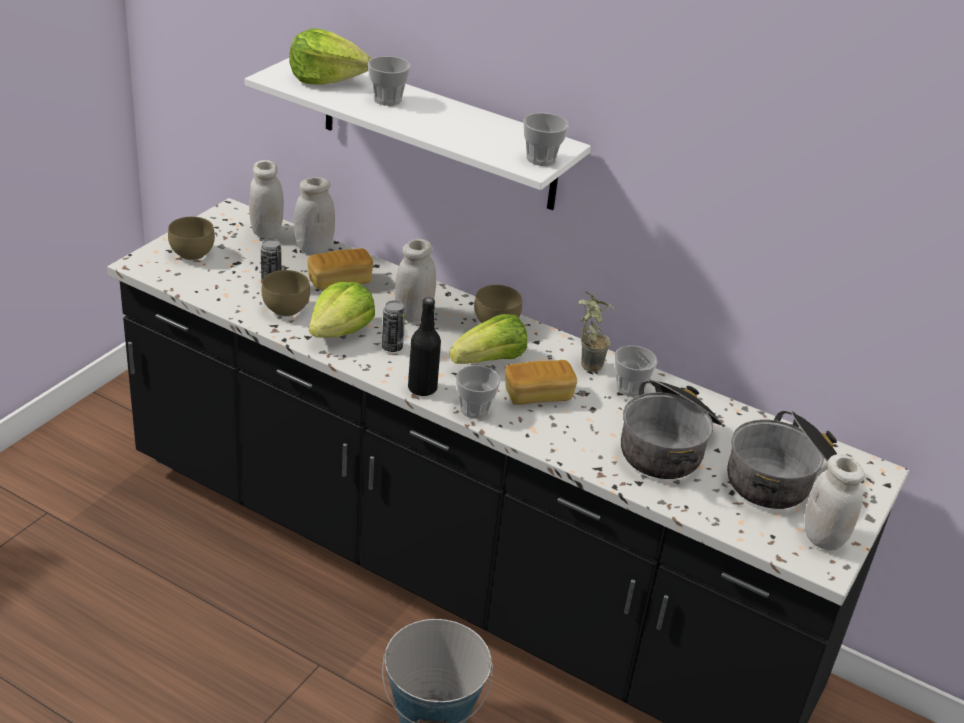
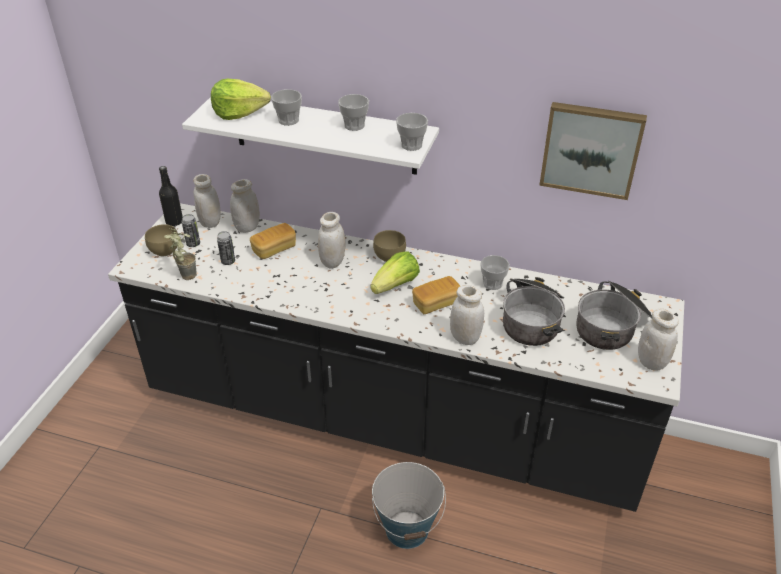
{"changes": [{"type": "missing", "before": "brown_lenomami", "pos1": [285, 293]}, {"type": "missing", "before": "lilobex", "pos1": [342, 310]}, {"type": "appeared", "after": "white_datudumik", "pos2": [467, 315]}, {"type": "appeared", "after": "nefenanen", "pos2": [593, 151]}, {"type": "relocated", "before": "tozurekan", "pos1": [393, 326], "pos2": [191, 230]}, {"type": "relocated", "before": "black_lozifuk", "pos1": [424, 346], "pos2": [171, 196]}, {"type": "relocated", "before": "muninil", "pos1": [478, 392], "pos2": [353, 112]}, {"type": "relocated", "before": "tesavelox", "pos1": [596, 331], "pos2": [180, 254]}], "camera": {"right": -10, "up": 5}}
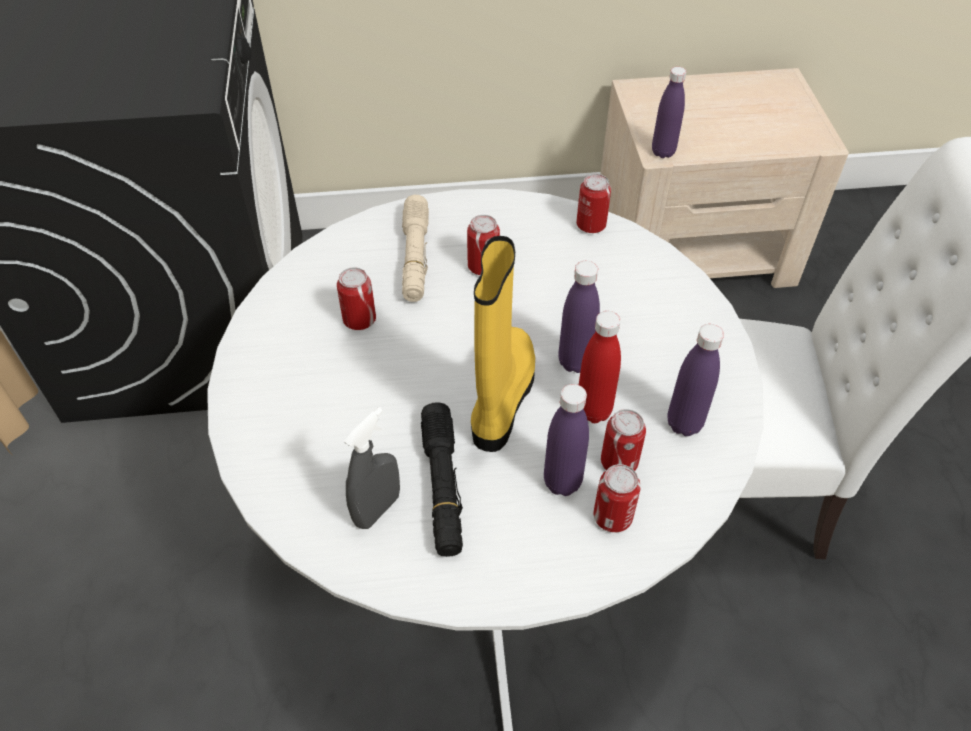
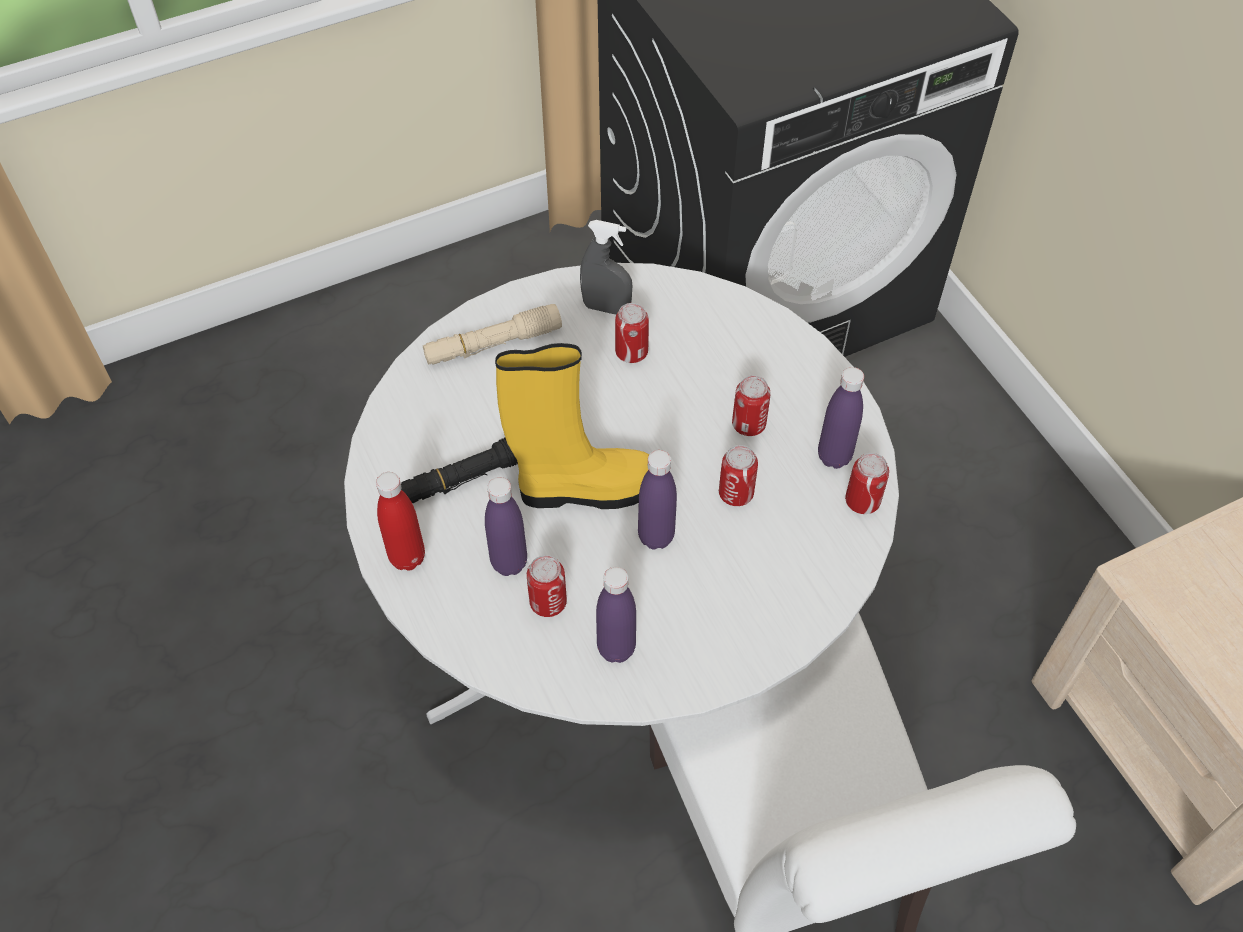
{"changes": [{"type": "relocated", "before": "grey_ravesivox", "pos1": [372, 468], "pos2": [606, 267]}, {"type": "relocated", "before": "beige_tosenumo", "pos1": [415, 248], "pos2": [492, 334]}, {"type": "relocated", "before": "red_lozifuk", "pos1": [600, 367], "pos2": [400, 521]}, {"type": "relocated", "before": "tozurekan", "pos1": [617, 498], "pos2": [738, 475]}, {"type": "relocated", "before": "purple_lozifuk", "pos1": [669, 112], "pos2": [841, 418]}], "camera": {"right": 70, "up": 5}}
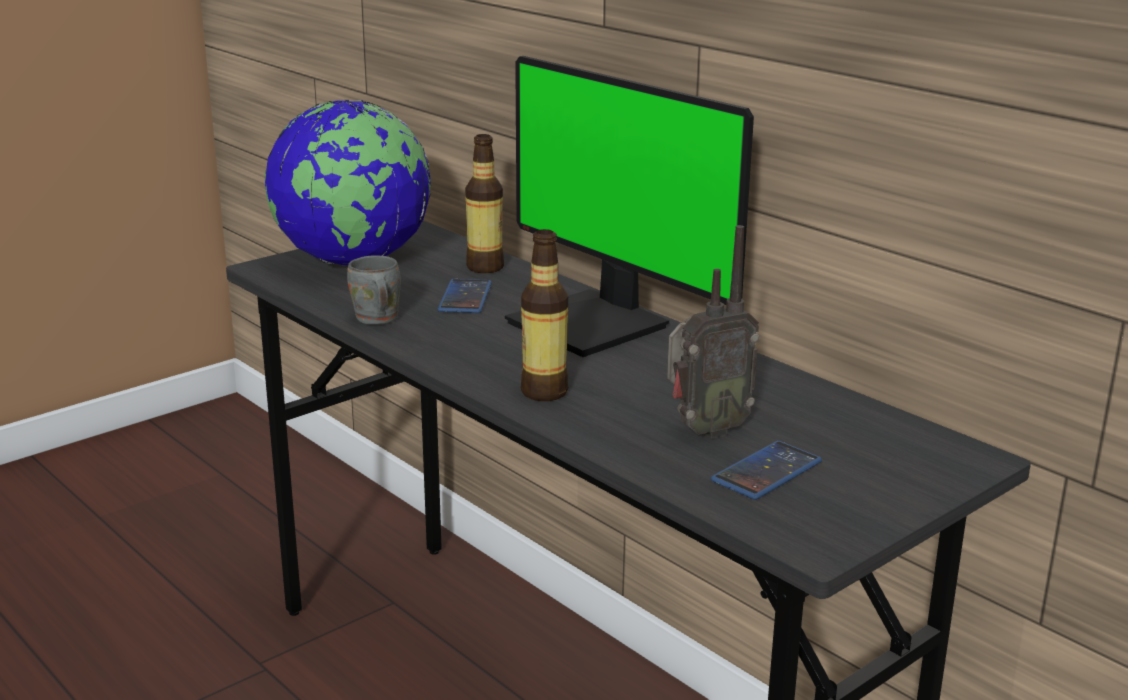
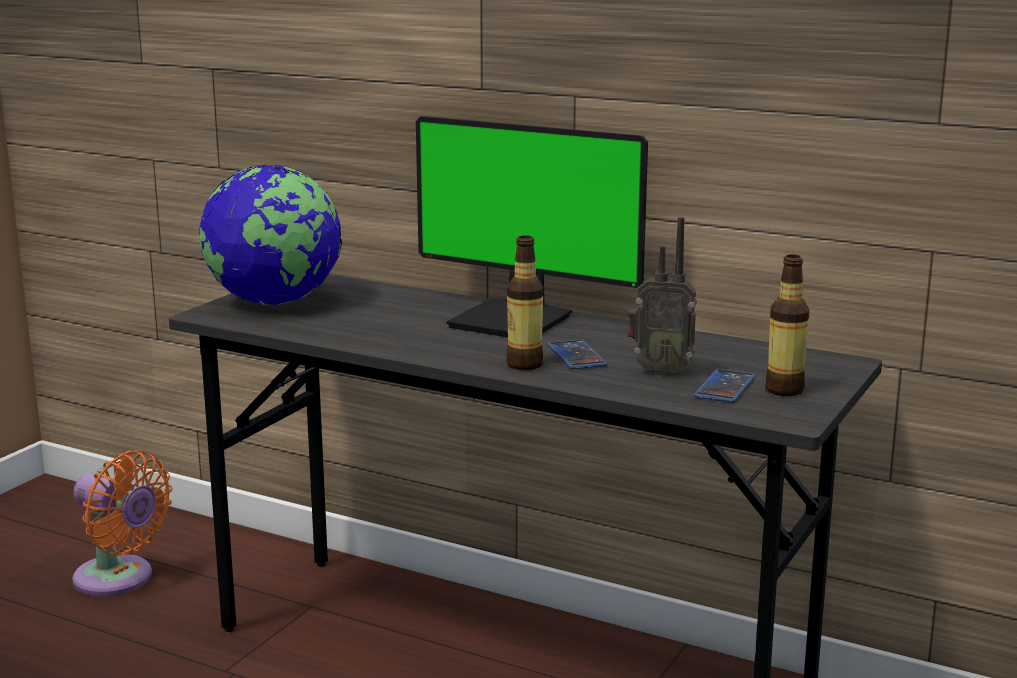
{"changes": [{"type": "missing", "before": "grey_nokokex", "pos1": [374, 290]}, {"type": "appeared", "after": "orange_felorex", "pos2": [122, 523]}, {"type": "relocated", "before": "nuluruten", "pos1": [465, 296], "pos2": [577, 354]}, {"type": "relocated", "before": "lozifuk", "pos1": [484, 203], "pos2": [787, 325]}, {"type": "spun", "before": "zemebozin", "pos1": [713, 332], "pos2": [662, 296], "turn": 60}], "camera": {"right": -20, "up": -5}}
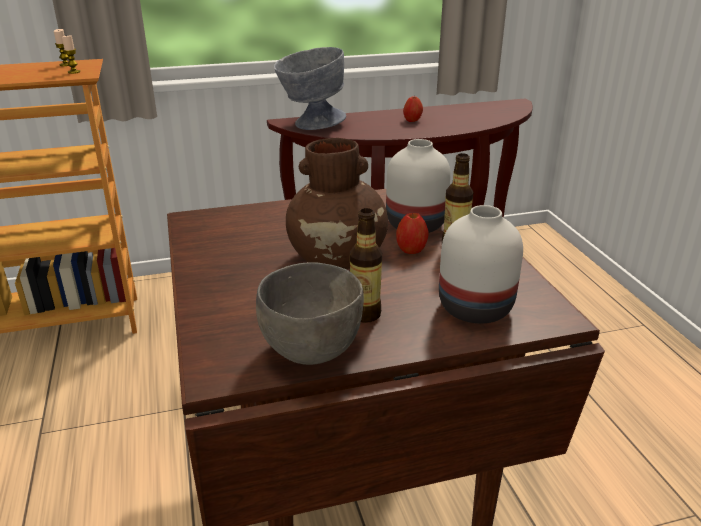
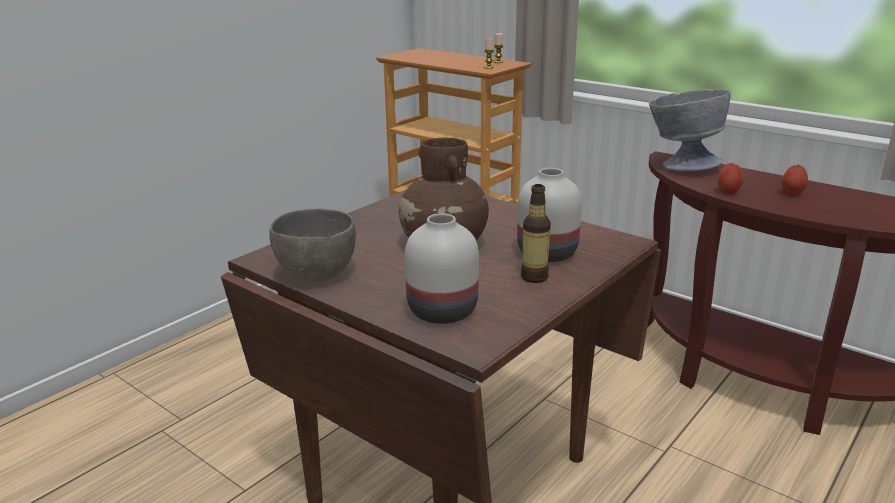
{"changes": [{"type": "missing", "before": "lozifuk", "pos1": [366, 265]}, {"type": "relocated", "before": "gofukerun", "pos1": [412, 233], "pos2": [731, 178]}], "camera": {"right": 55, "up": -5}}
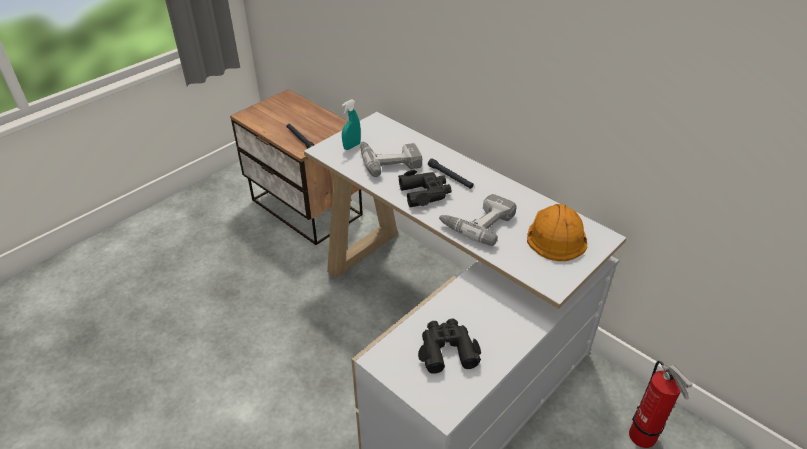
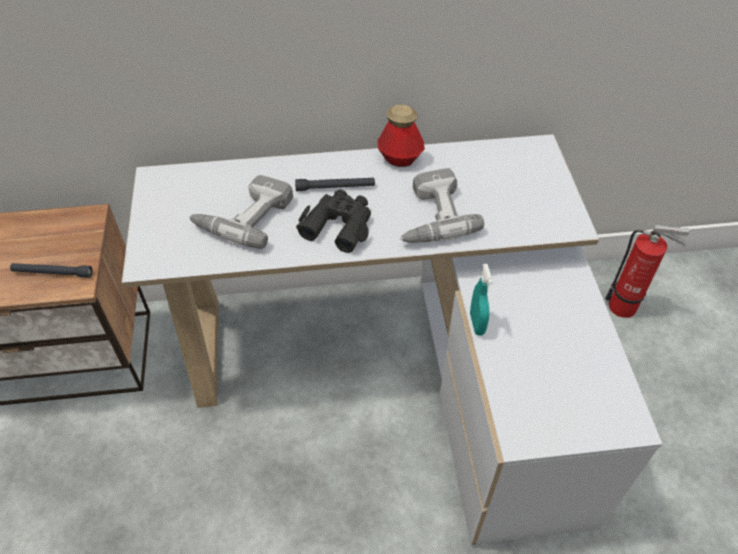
{"changes": [{"type": "missing", "before": "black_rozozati", "pos1": [449, 346]}, {"type": "missing", "before": "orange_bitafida", "pos1": [557, 232]}, {"type": "appeared", "after": "lozifuk", "pos2": [401, 136]}, {"type": "relocated", "before": "turquoise_ravesivox", "pos1": [351, 124], "pos2": [481, 300]}], "camera": {"right": -50, "up": 10}}
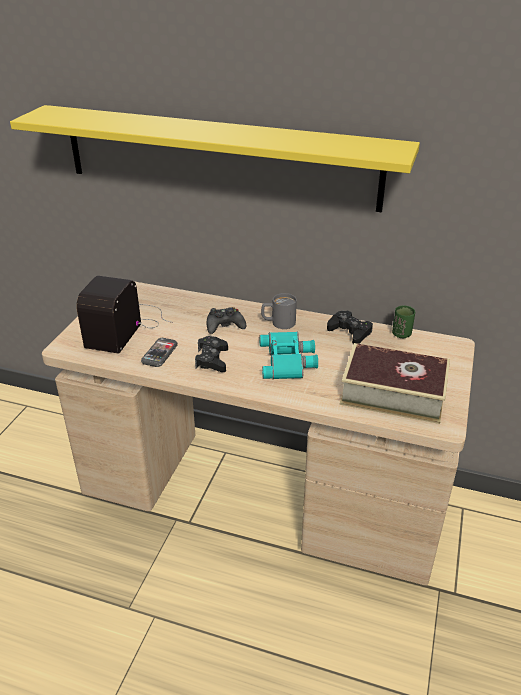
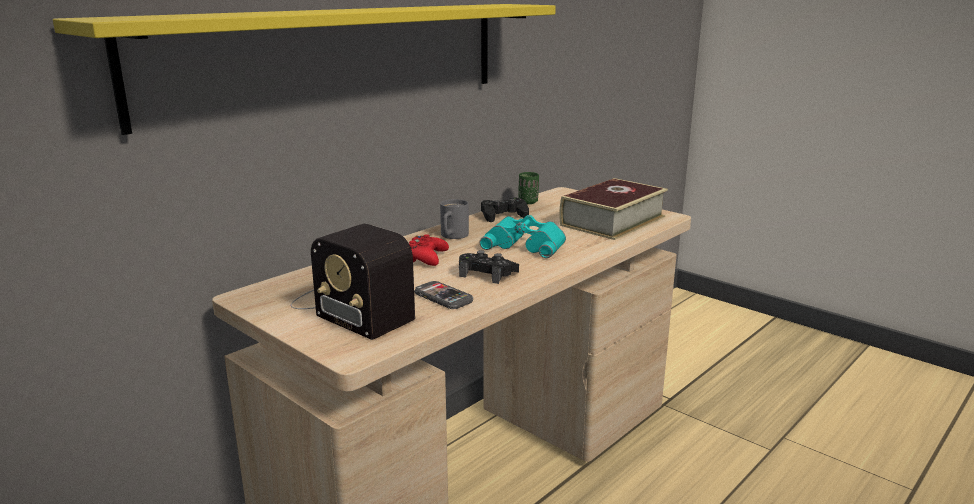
{"changes": [{"type": "colour", "before": "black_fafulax", "after": "red_fafulax", "pos1": [226, 320], "pos2": [429, 250]}], "camera": {"right": -65, "up": -15}}
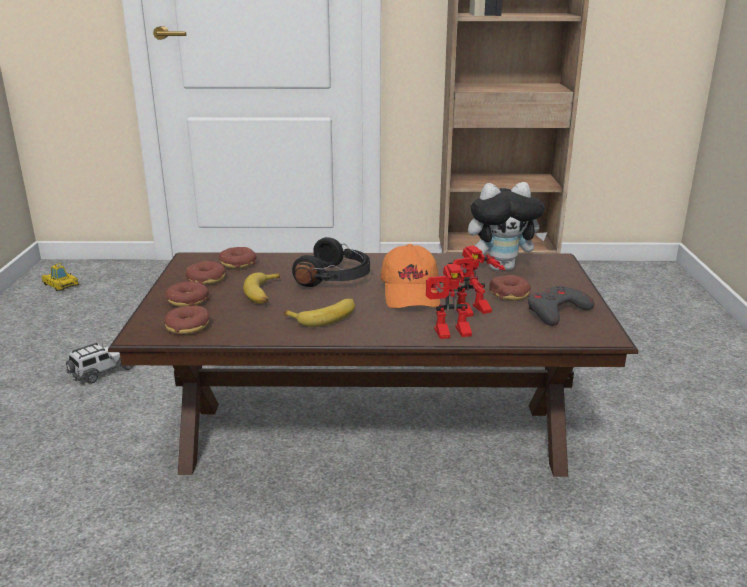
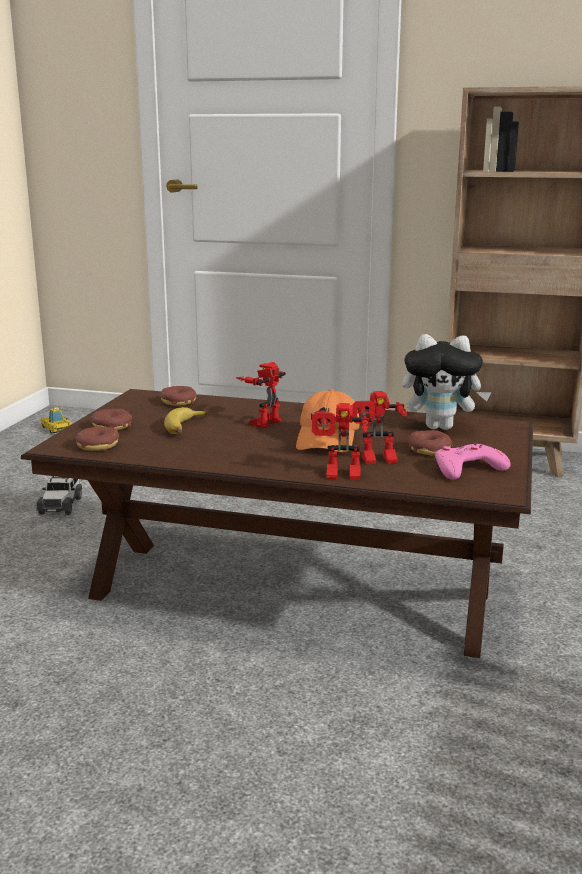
{"changes": [{"type": "missing", "before": "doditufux", "pos1": [206, 273]}, {"type": "missing", "before": "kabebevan", "pos1": [319, 312]}, {"type": "exchanged", "before": "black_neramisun", "after": "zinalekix", "pos1": [331, 262], "pos2": [261, 395]}, {"type": "colour", "before": "grey_fafulax", "after": "pink_fafulax", "pos1": [561, 306], "pos2": [473, 462]}, {"type": "spun", "before": "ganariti", "pos1": [100, 363], "pos2": [59, 495], "turn": 120}], "camera": {"right": 15, "up": -5}}
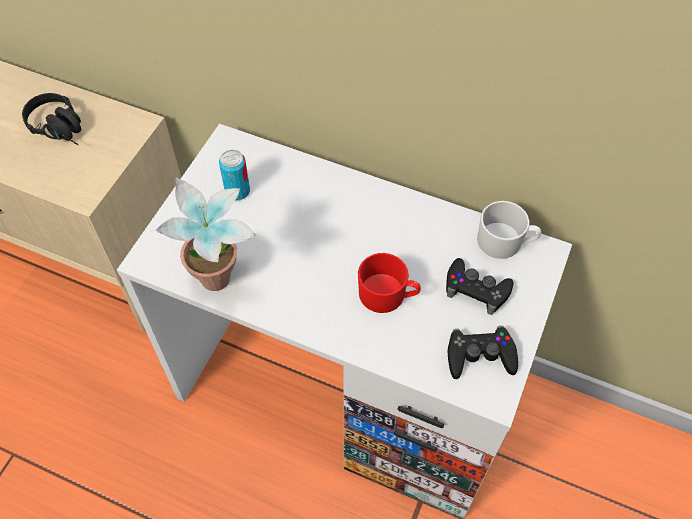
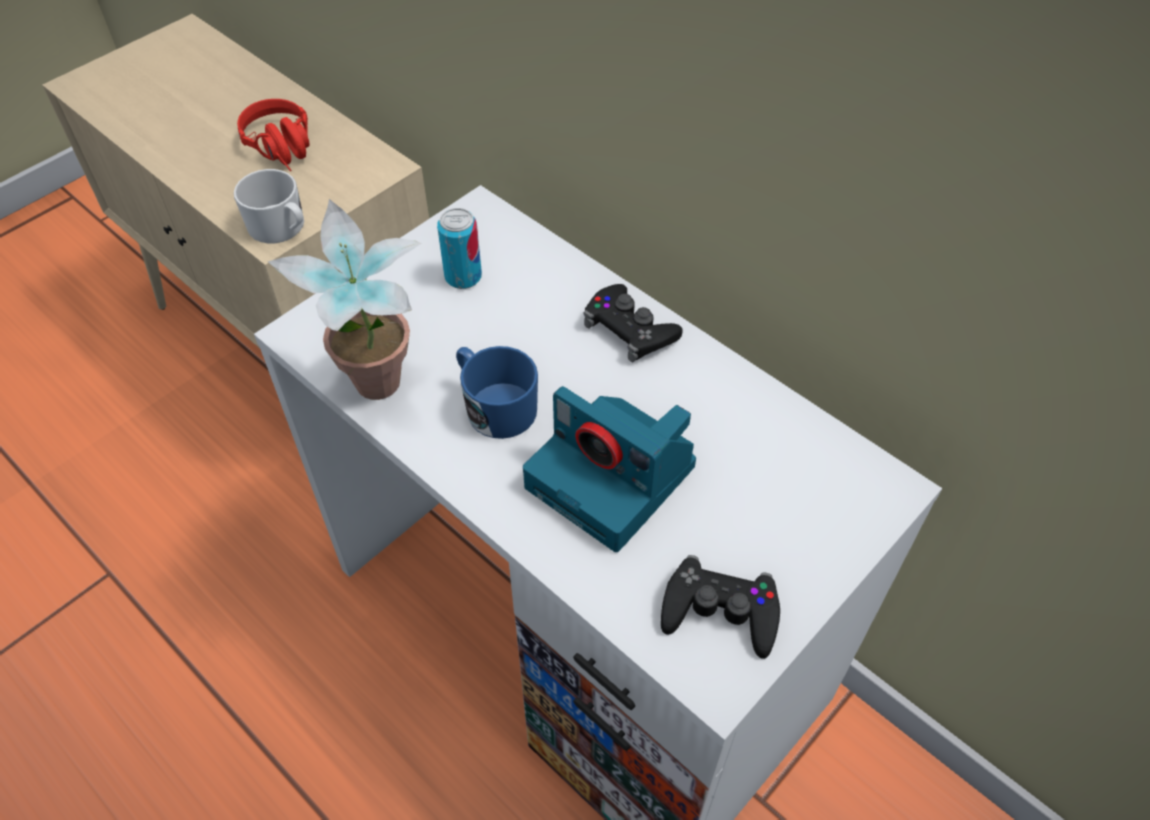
{"changes": [{"type": "appeared", "after": "blue_nokokex", "pos2": [497, 392]}, {"type": "relocated", "before": "black_fafulax", "pos1": [480, 286], "pos2": [633, 323]}, {"type": "relocated", "before": "white_nokokex", "pos1": [509, 230], "pos2": [269, 206]}, {"type": "exchanged", "before": "red_nokokex", "after": "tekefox", "pos1": [389, 283], "pos2": [609, 469]}, {"type": "colour", "before": "black_neramisun", "after": "red_neramisun", "pos1": [51, 119], "pos2": [273, 135]}], "camera": {"right": 20, "up": -5}}
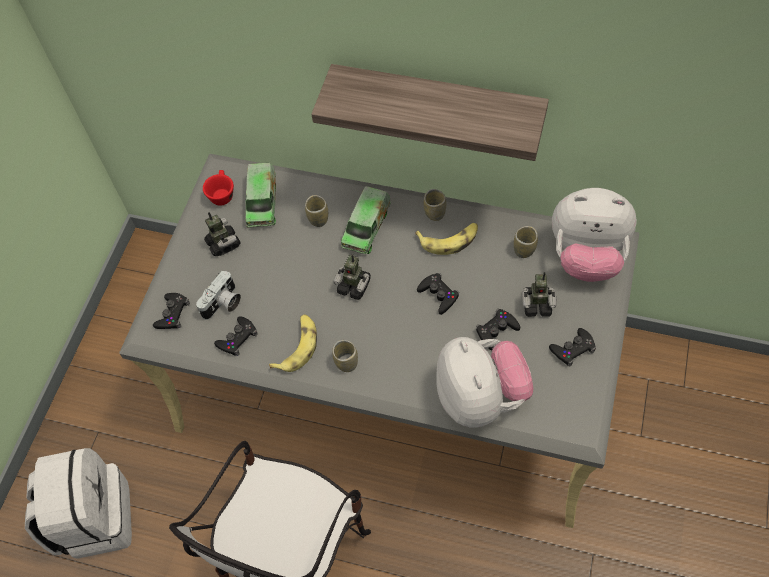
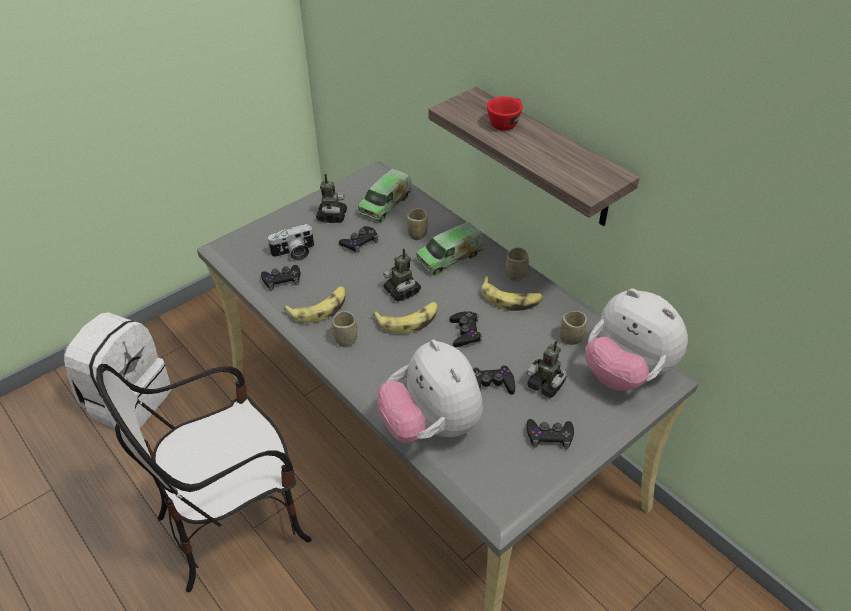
{"changes": [{"type": "appeared", "after": "kabebevan", "pos2": [405, 318]}, {"type": "relocated", "before": "black_fafulax", "pos1": [171, 311], "pos2": [358, 239]}, {"type": "relocated", "before": "red_muninil", "pos1": [218, 188], "pos2": [505, 113]}, {"type": "spun", "before": "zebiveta", "pos1": [485, 382], "pos2": [430, 391], "turn": 135}], "camera": {"right": 30, "up": -15}}
